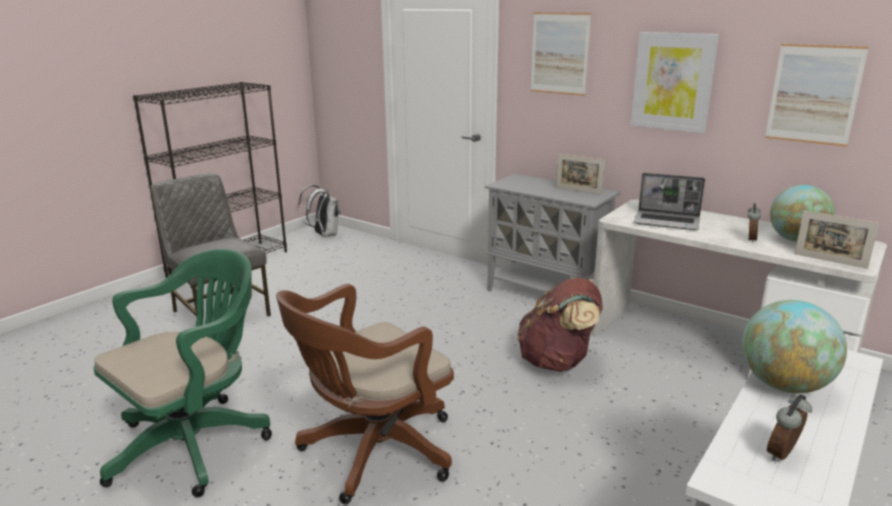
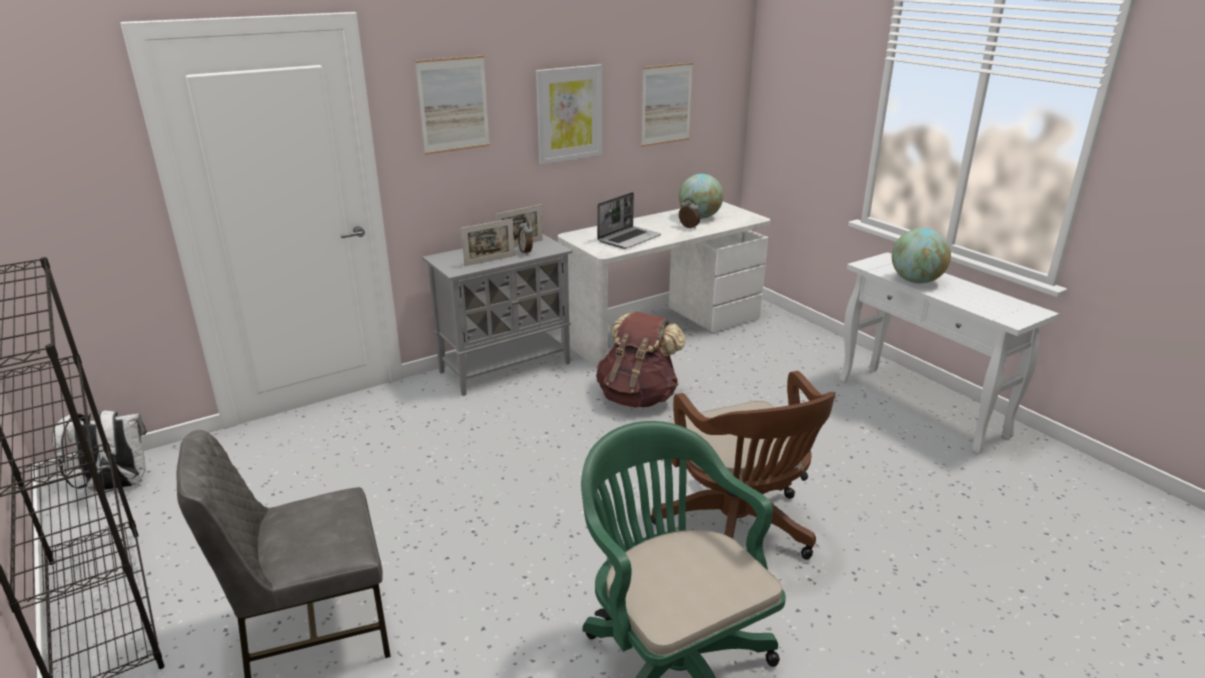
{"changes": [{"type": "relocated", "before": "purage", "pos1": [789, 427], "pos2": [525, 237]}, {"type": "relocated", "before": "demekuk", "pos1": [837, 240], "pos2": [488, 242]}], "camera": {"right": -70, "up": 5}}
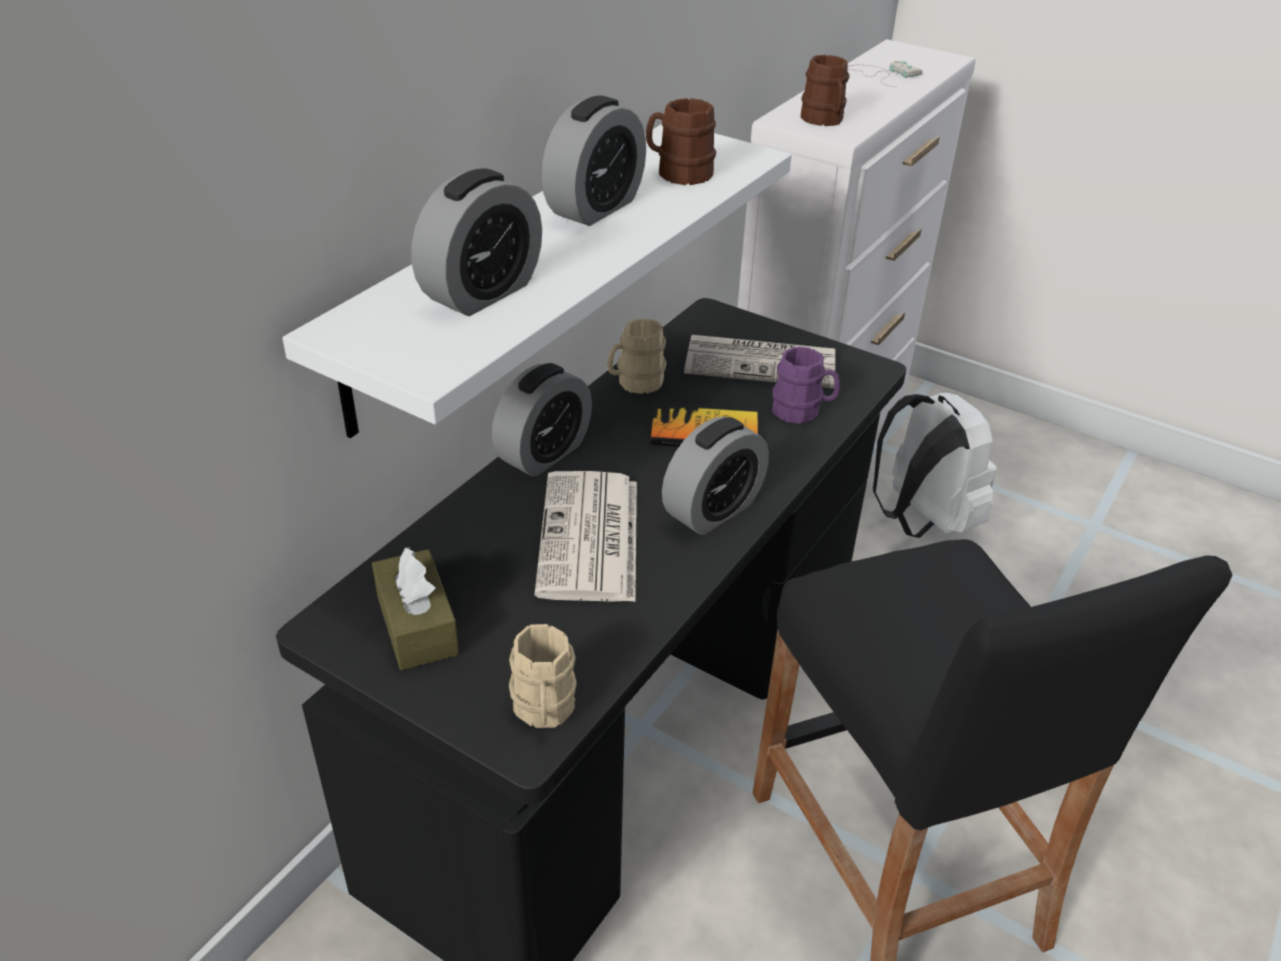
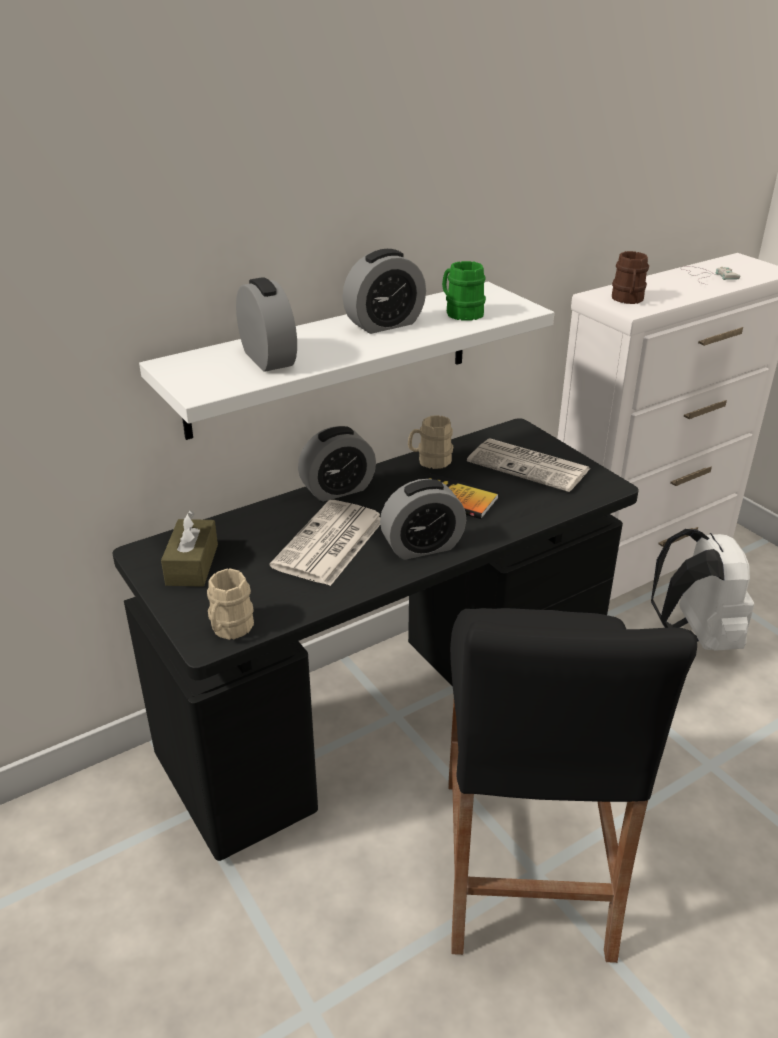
{"changes": [{"type": "missing", "before": "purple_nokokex", "pos1": [806, 385]}, {"type": "colour", "before": "brown_nokokex", "after": "green_nokokex", "pos1": [681, 141], "pos2": [464, 291]}, {"type": "spun", "before": "purage", "pos1": [476, 242], "pos2": [266, 324], "turn": -90}], "camera": {"right": 25, "up": -5}}
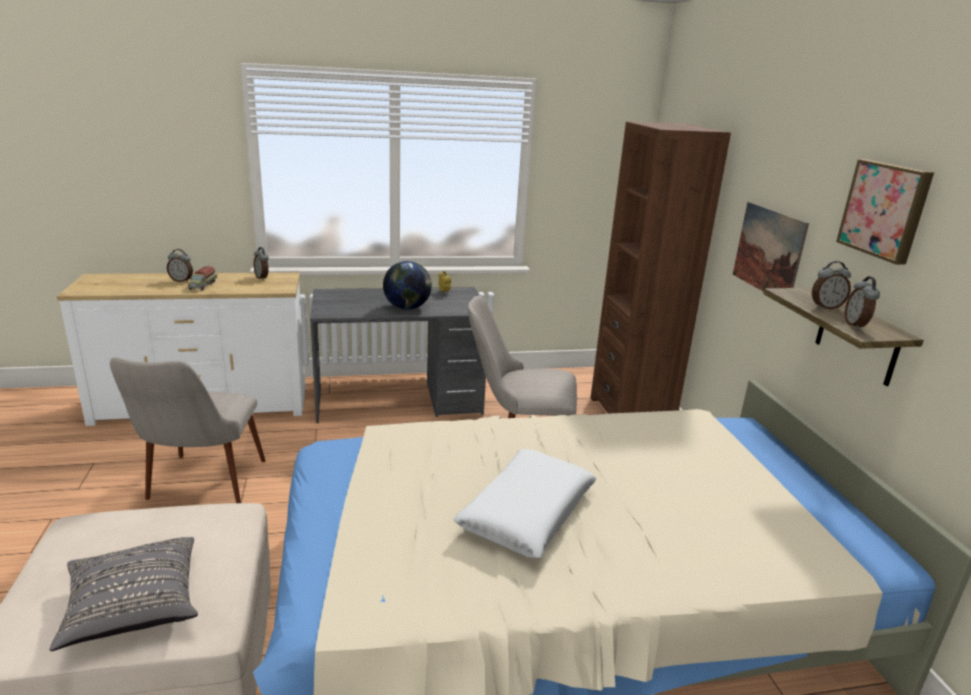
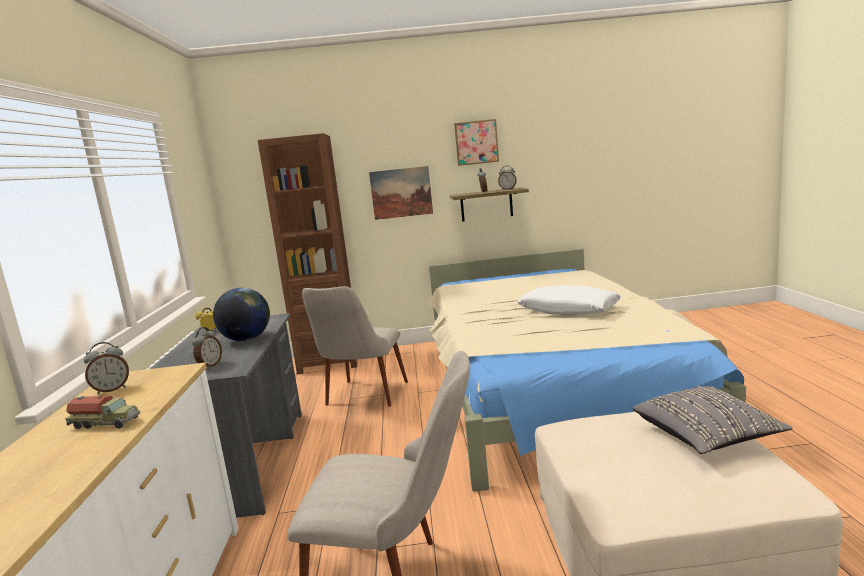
{"changes": [{"type": "relocated", "before": "purage", "pos1": [180, 265], "pos2": [207, 347]}], "camera": {"right": -80, "up": -10}}
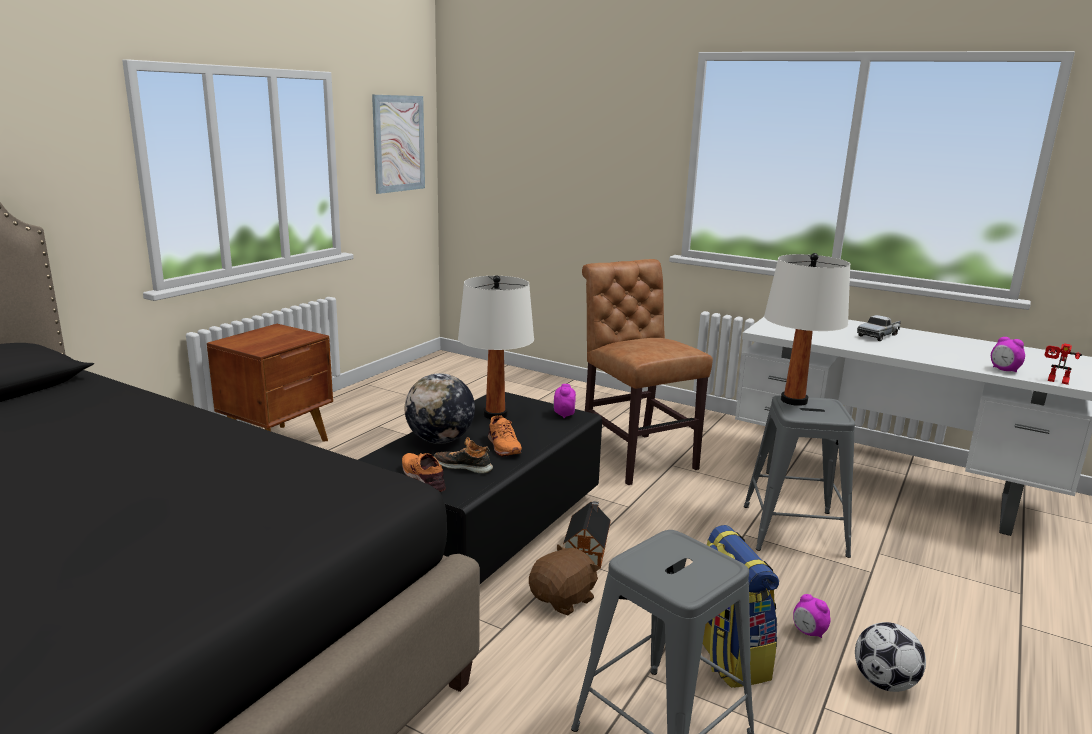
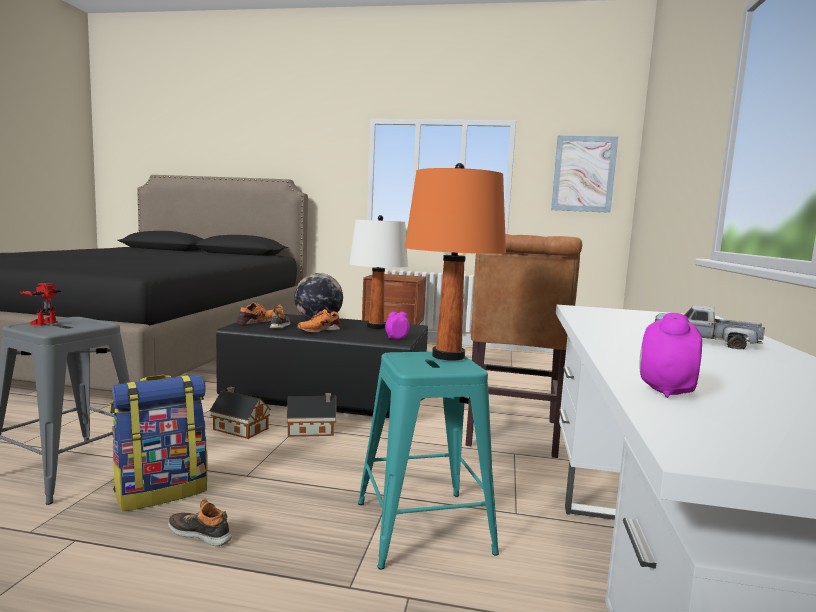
{"changes": [{"type": "missing", "before": "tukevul", "pos1": [890, 657]}, {"type": "relocated", "before": "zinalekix", "pos1": [1063, 364], "pos2": [40, 304]}, {"type": "exchanged", "before": "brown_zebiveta", "after": "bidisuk", "pos1": [564, 579], "pos2": [240, 413]}, {"type": "exchanged", "before": "purage", "after": "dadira", "pos1": [812, 616], "pos2": [200, 522]}, {"type": "colour", "before": "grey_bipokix", "after": "turquoise_bipokix", "pos1": [799, 477], "pos2": [428, 461]}, {"type": "colour", "before": "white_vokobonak", "after": "orange_vokobonak", "pos1": [807, 329], "pos2": [455, 262]}, {"type": "spun", "before": "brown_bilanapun", "pos1": [647, 372], "pos2": [524, 346], "turn": 150}], "camera": {"right": 70, "up": -10}}
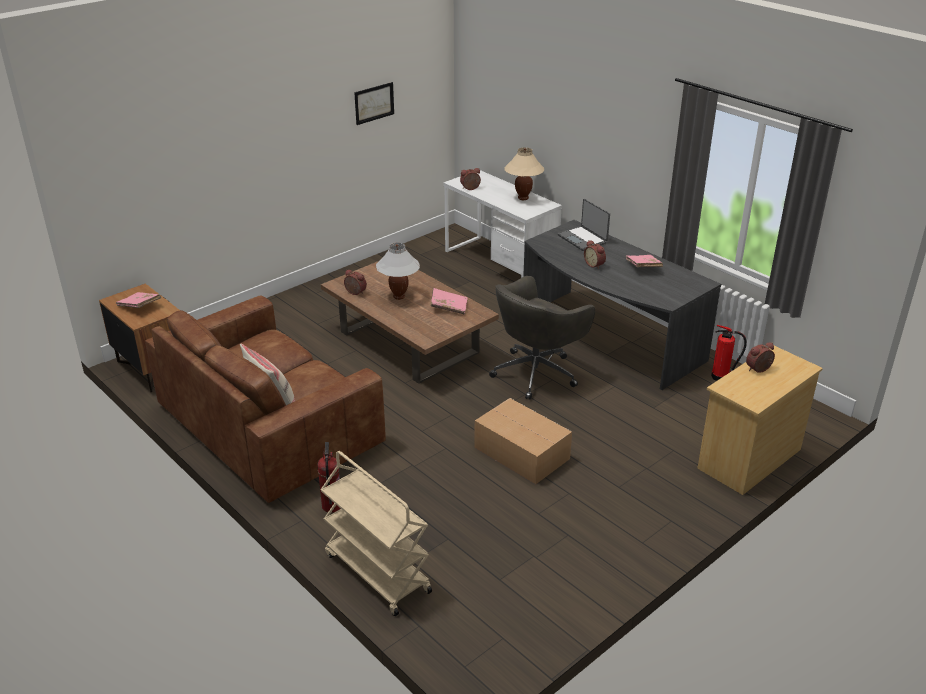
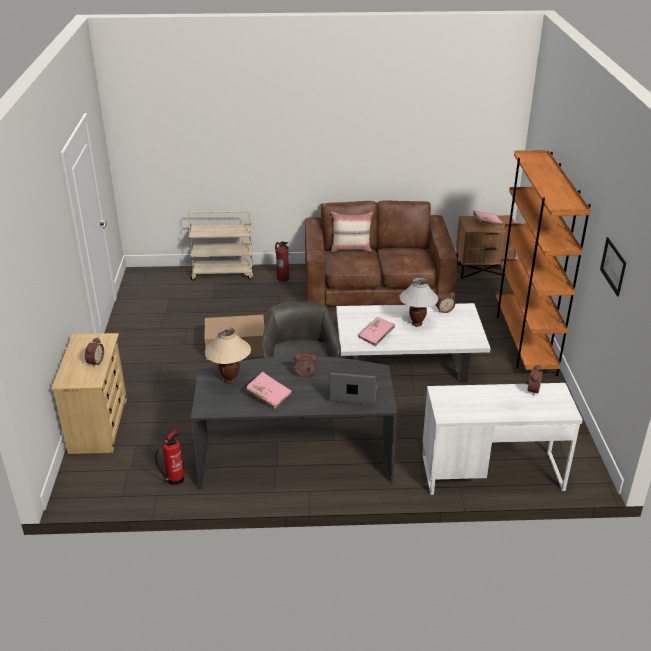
{"changes": [{"type": "appeared", "after": "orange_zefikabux", "pos2": [543, 263]}, {"type": "relocated", "before": "beige_vokobonak", "pos1": [524, 173], "pos2": [228, 355]}, {"type": "colour", "before": "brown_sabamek", "after": "white_sabamek", "pos1": [410, 323], "pos2": [413, 342]}], "camera": {"right": 130, "up": 0}}
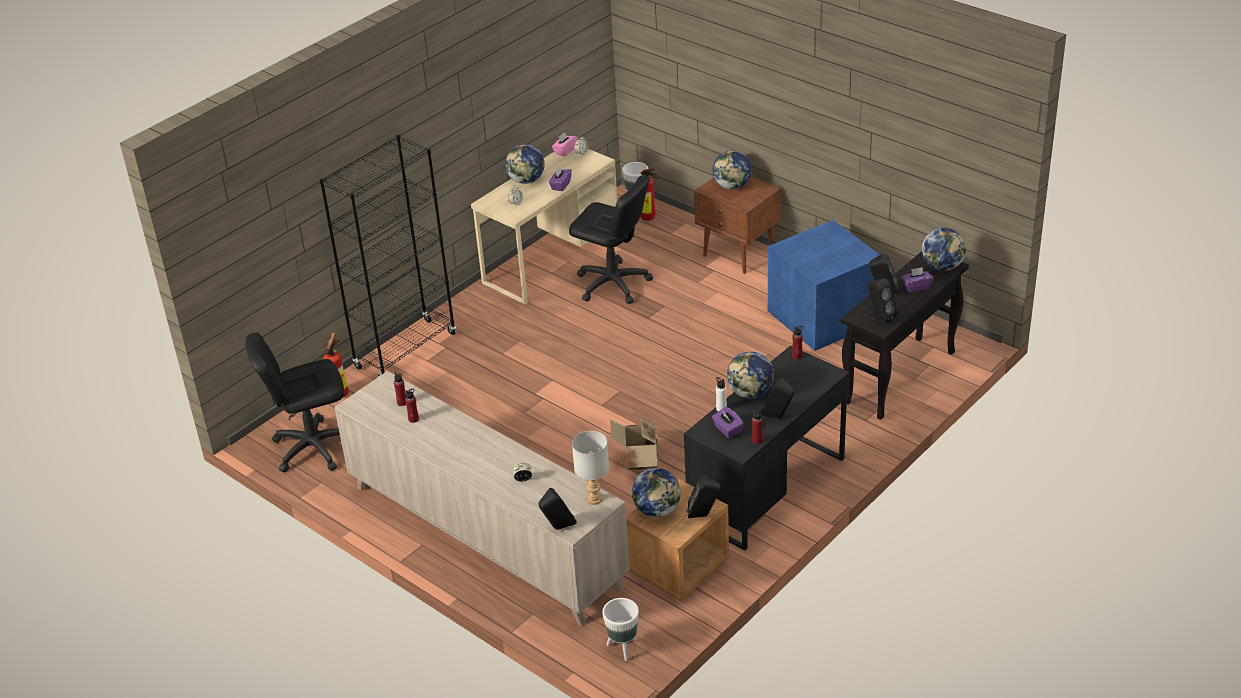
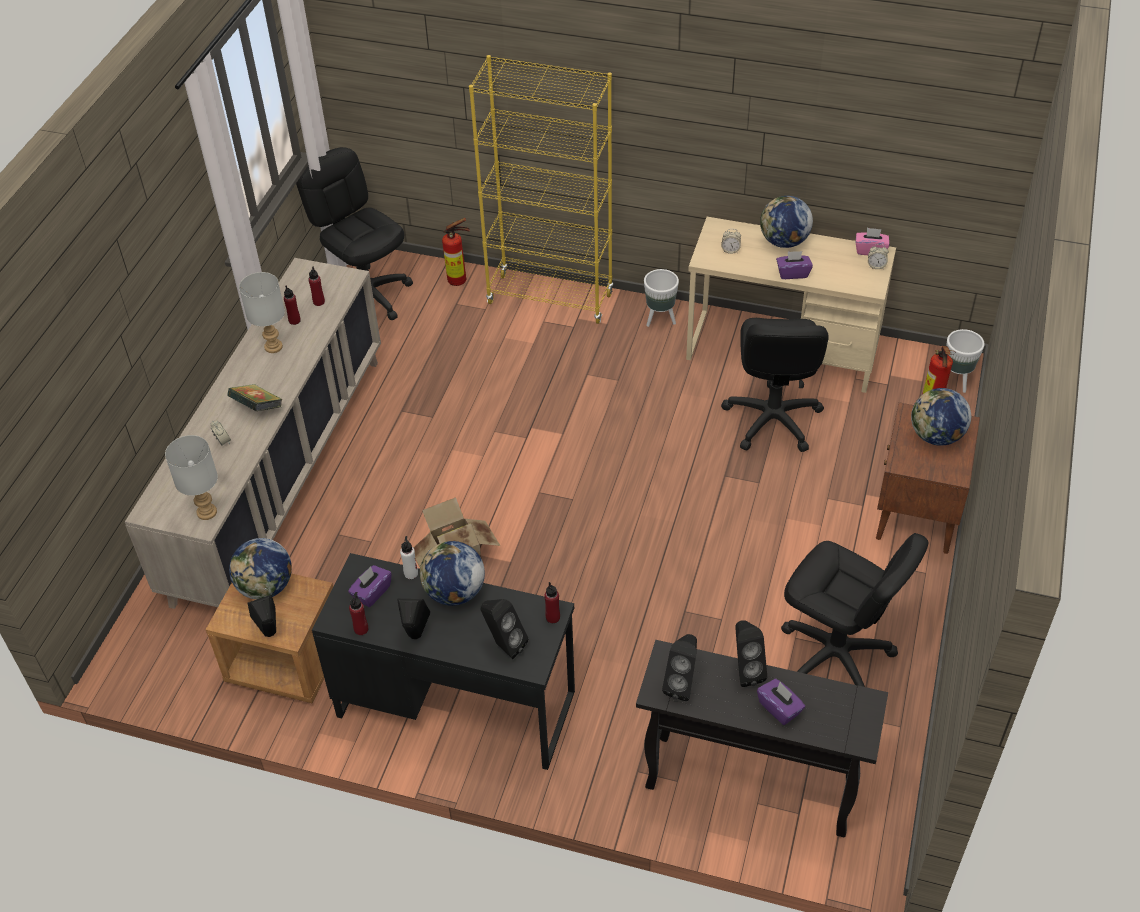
{"changes": [{"type": "missing", "before": "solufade", "pos1": [944, 249]}, {"type": "appeared", "after": "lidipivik", "pos2": [255, 397]}, {"type": "appeared", "after": "grey_vokobonak", "pos2": [262, 312]}, {"type": "relocated", "before": "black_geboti", "pos1": [557, 509], "pos2": [504, 629]}, {"type": "relocated", "before": "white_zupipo", "pos1": [620, 629], "pos2": [661, 298]}, {"type": "exchanged", "before": "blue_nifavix", "after": "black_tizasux", "pos1": [824, 285], "pos2": [854, 610]}, {"type": "colour", "before": "black_zefikabux", "after": "yellow_zefikabux", "pos1": [388, 256], "pos2": [541, 189]}], "camera": {"right": 65, "up": 10}}
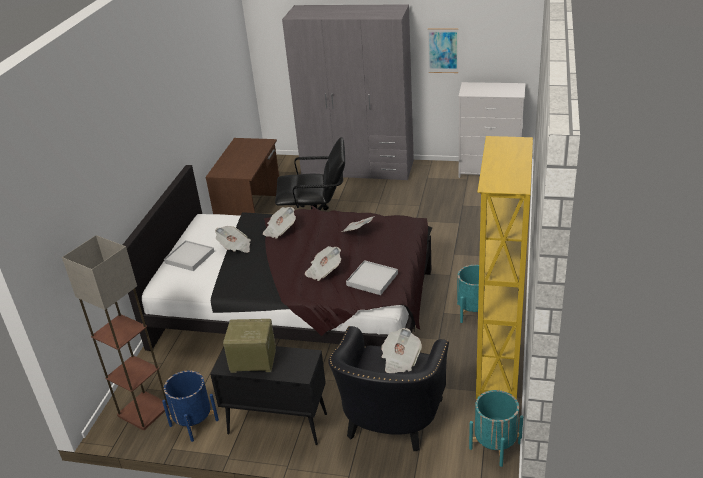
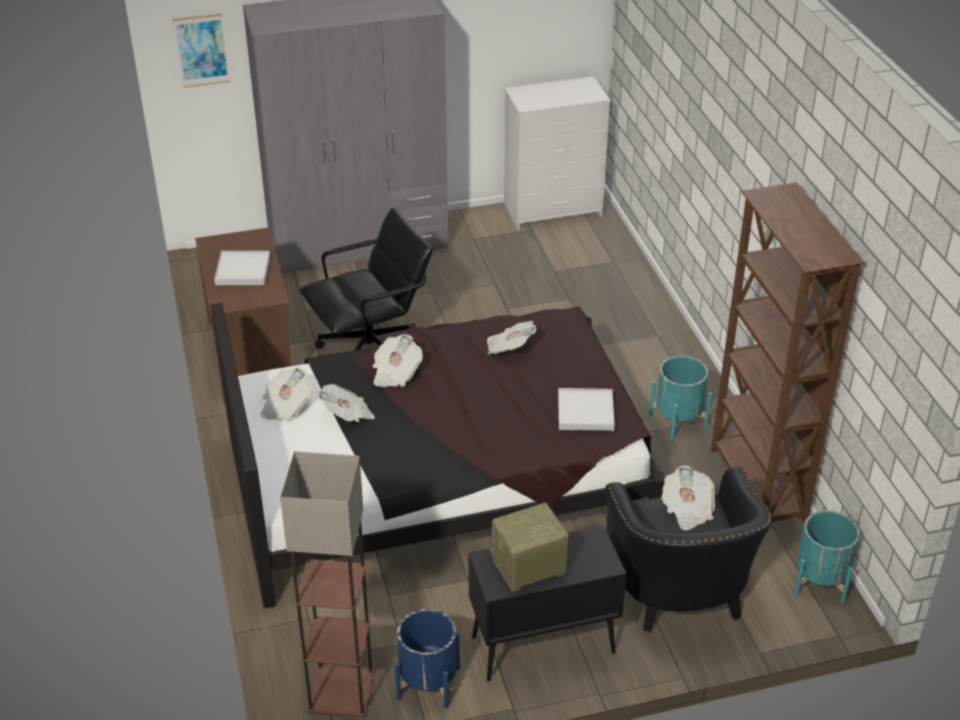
{"changes": [{"type": "relocated", "before": "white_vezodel", "pos1": [189, 255], "pos2": [242, 268]}, {"type": "relocated", "before": "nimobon", "pos1": [323, 263], "pos2": [286, 395]}, {"type": "relocated", "before": "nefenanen", "pos1": [443, 50], "pos2": [202, 50]}, {"type": "colour", "before": "yellow_zefikabux", "after": "brown_zefikabux", "pos1": [504, 268], "pos2": [788, 352]}], "camera": {"right": -30, "up": 5}}
